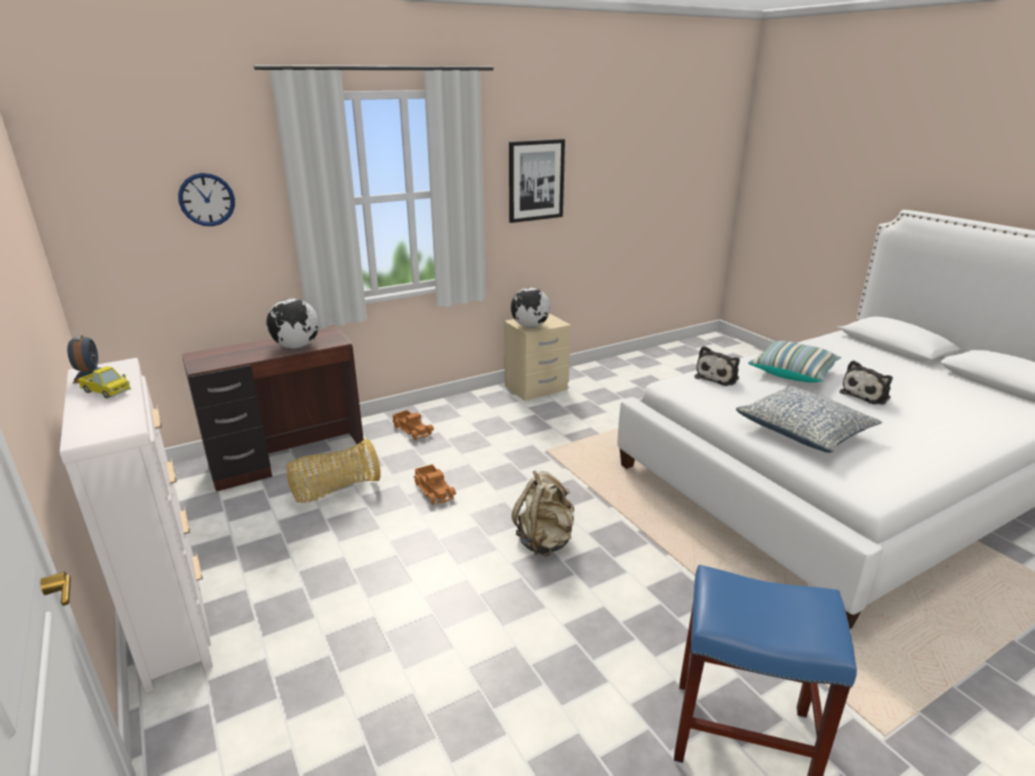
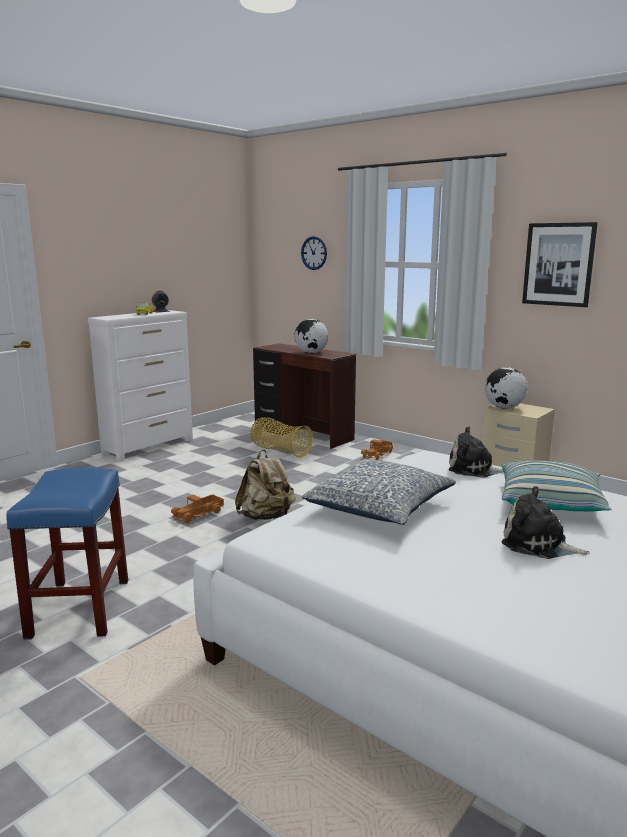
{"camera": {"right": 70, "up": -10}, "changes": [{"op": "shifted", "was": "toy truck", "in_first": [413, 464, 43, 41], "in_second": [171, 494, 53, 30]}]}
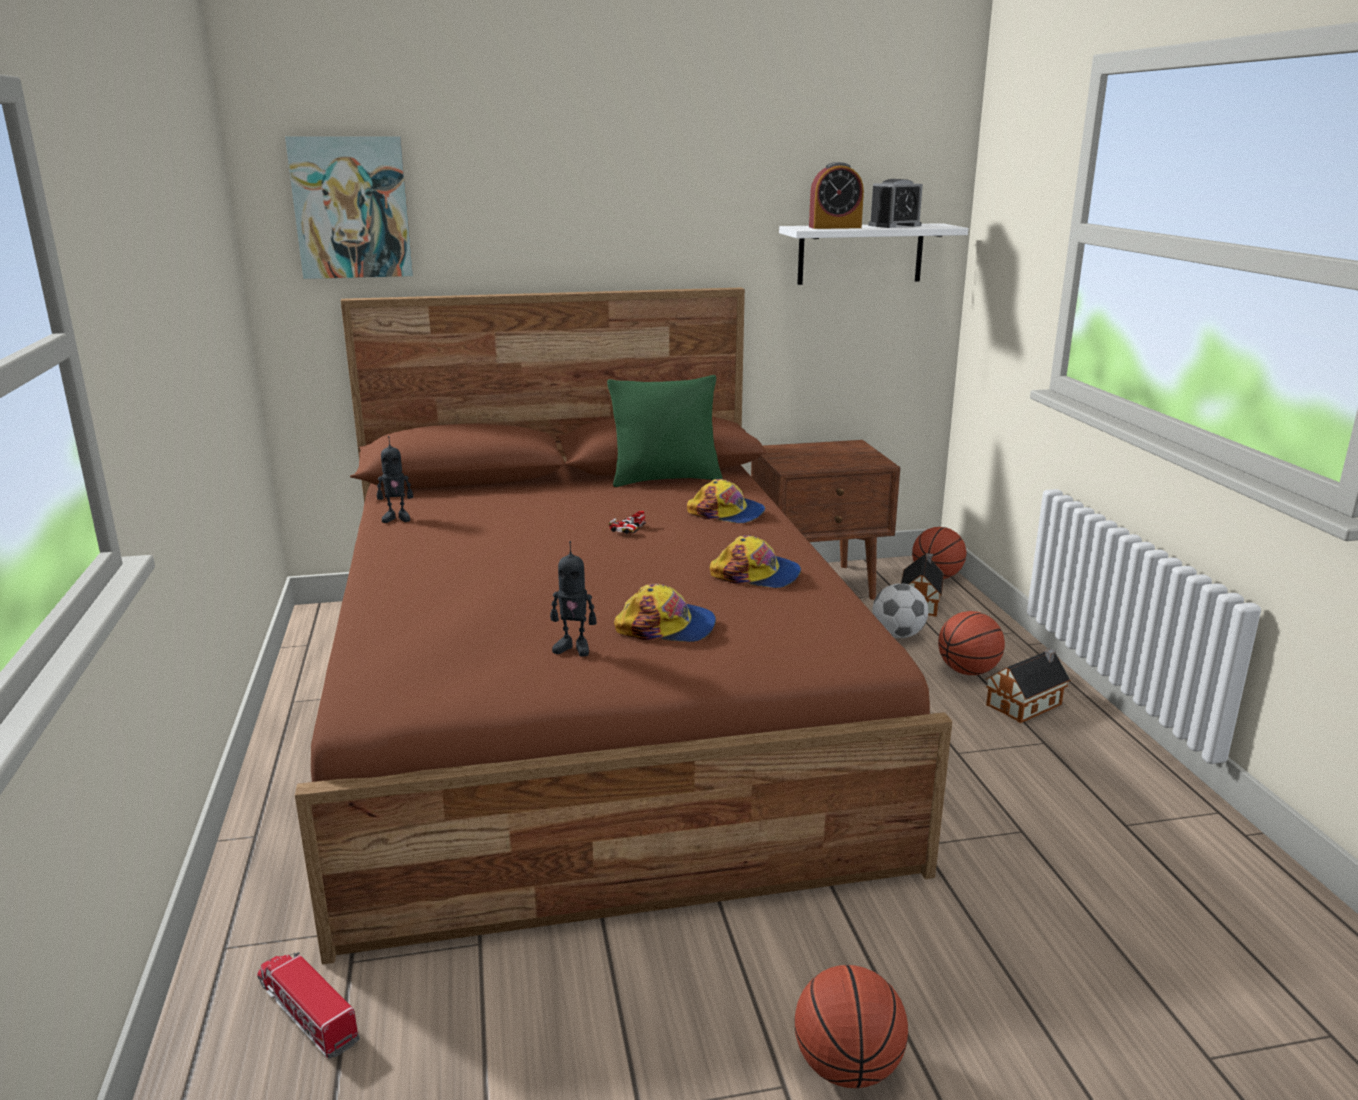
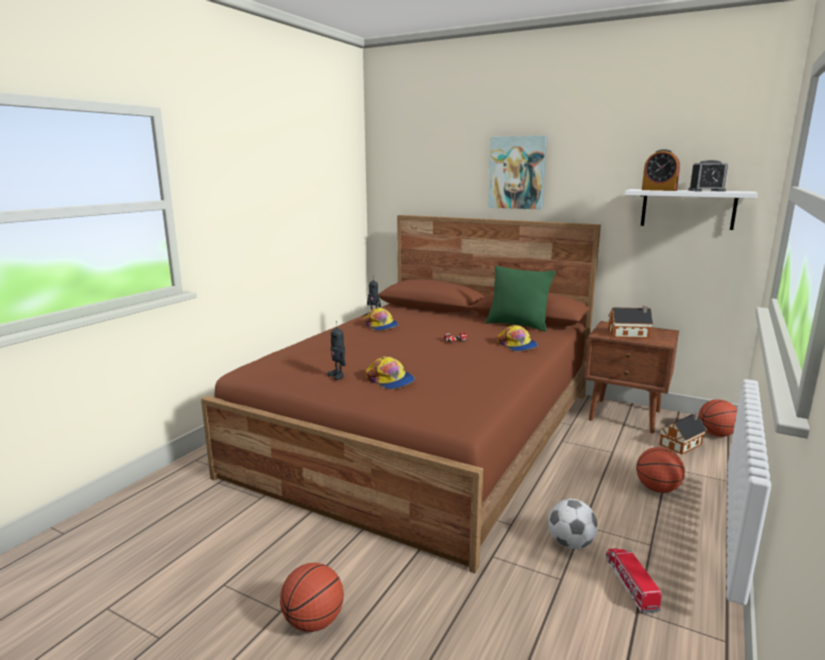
{"camera": {"right": 40, "up": -5}, "changes": [{"op": "shifted", "was": "cap", "in_first": [710, 535, 91, 53], "in_second": [364, 308, 34, 22]}, {"op": "shifted", "was": "picture", "in_first": [285, 136, 128, 143], "in_second": [488, 135, 59, 75]}, {"op": "shifted", "was": "football", "in_first": [872, 583, 56, 55], "in_second": [548, 499, 50, 50]}, {"op": "shifted", "was": "toy truck", "in_first": [257, 952, 103, 107], "in_second": [606, 548, 56, 66]}, {"op": "shifted", "was": "toy house", "in_first": [985, 648, 85, 75], "in_second": [608, 306, 45, 32]}]}
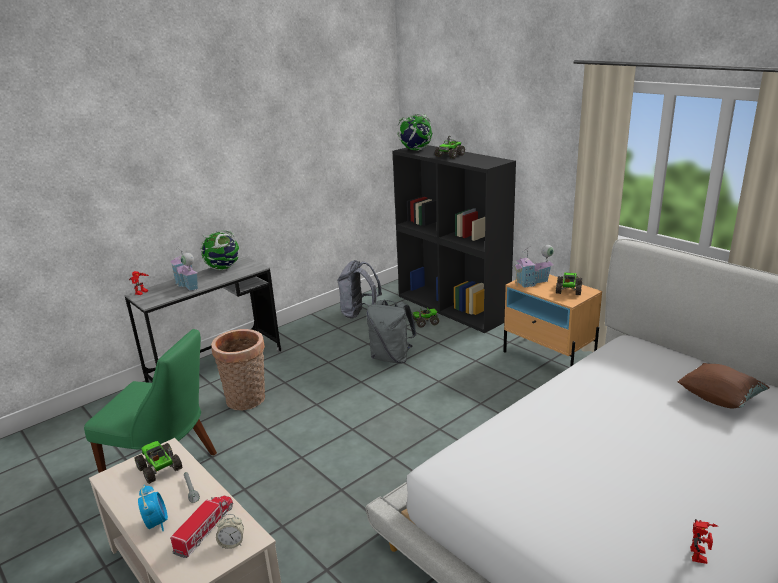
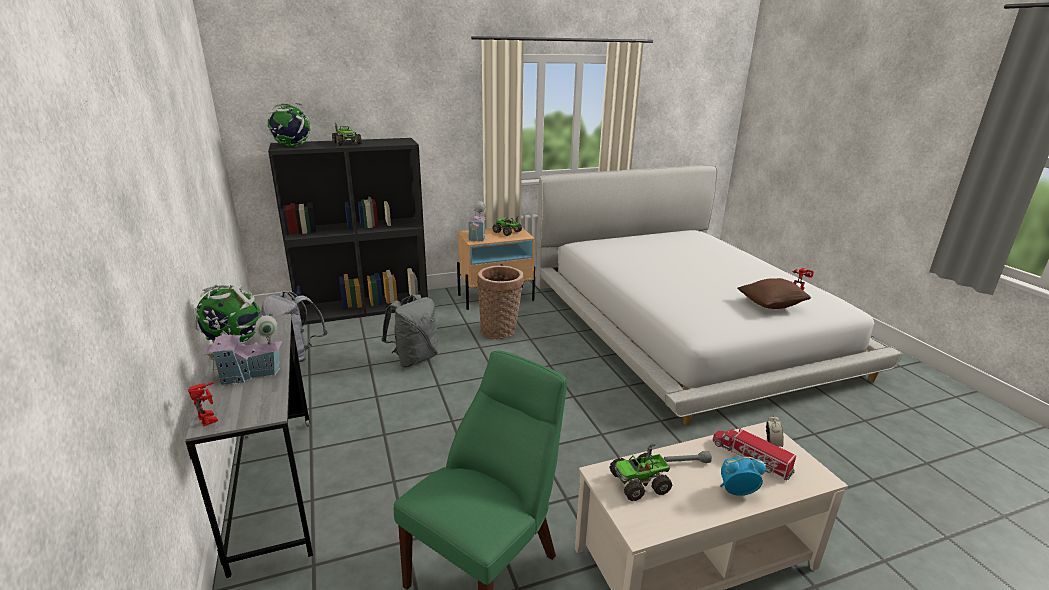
{"camera": {"right": -70, "up": 0}, "changes": [{"op": "shifted", "was": "basket", "in_first": [211, 329, 54, 82], "in_second": [477, 266, 47, 73]}, {"op": "shifted", "was": "pillow (brown)", "in_first": [677, 363, 92, 45], "in_second": [737, 278, 74, 31]}, {"op": "gone", "was": "toy truck", "in_first": [412, 307, 27, 21]}]}
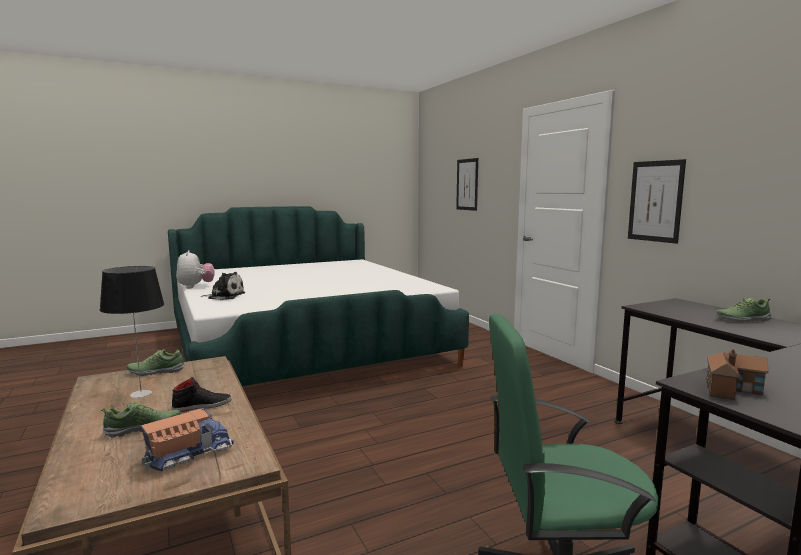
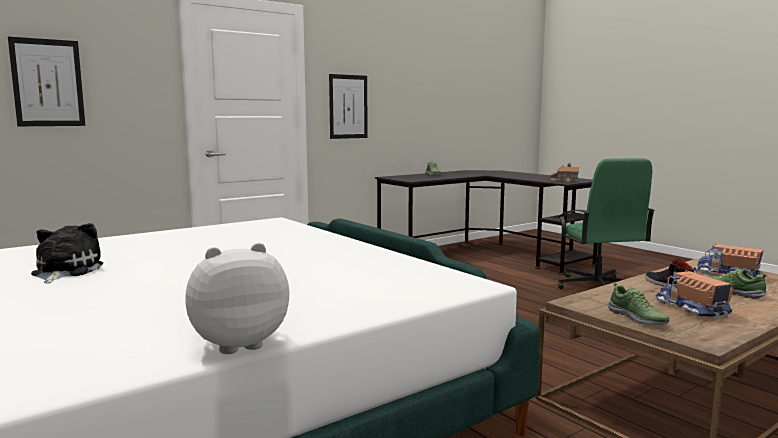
{"camera": {"right": -100, "up": 0}, "changes": [{"op": "shifted", "was": "plush toy", "in_first": [201, 272, 44, 28], "in_second": [31, 223, 72, 61]}, {"op": "swapped", "was": "table lamp", "now": "toy truck", "in_first": [100, 266, 64, 132], "in_second": [654, 270, 80, 50]}]}
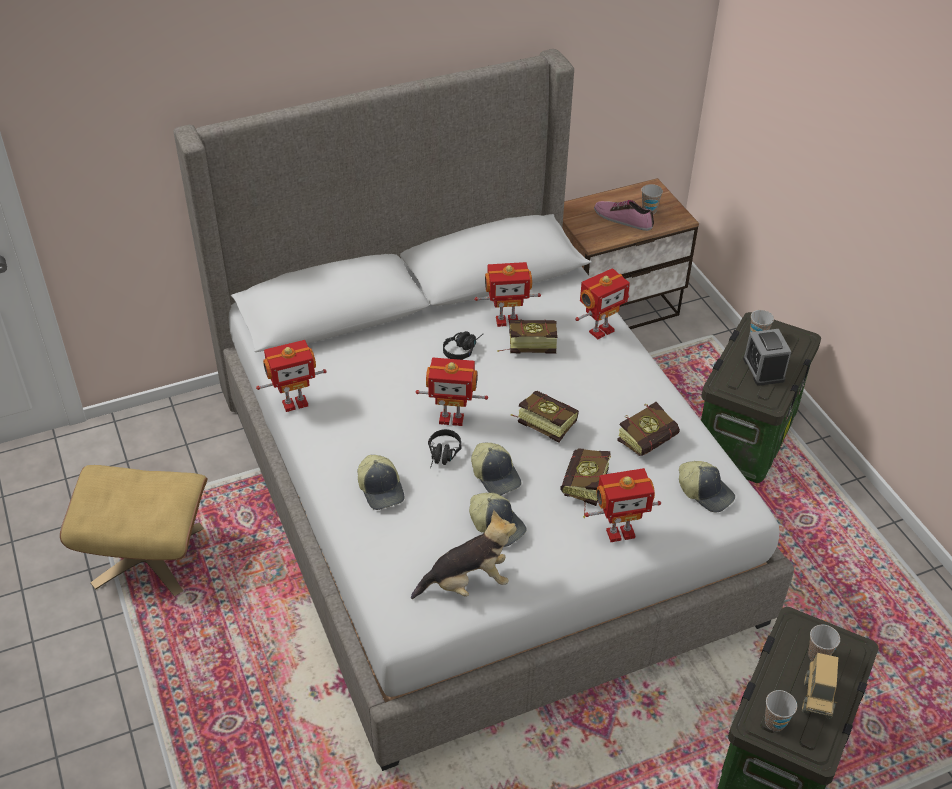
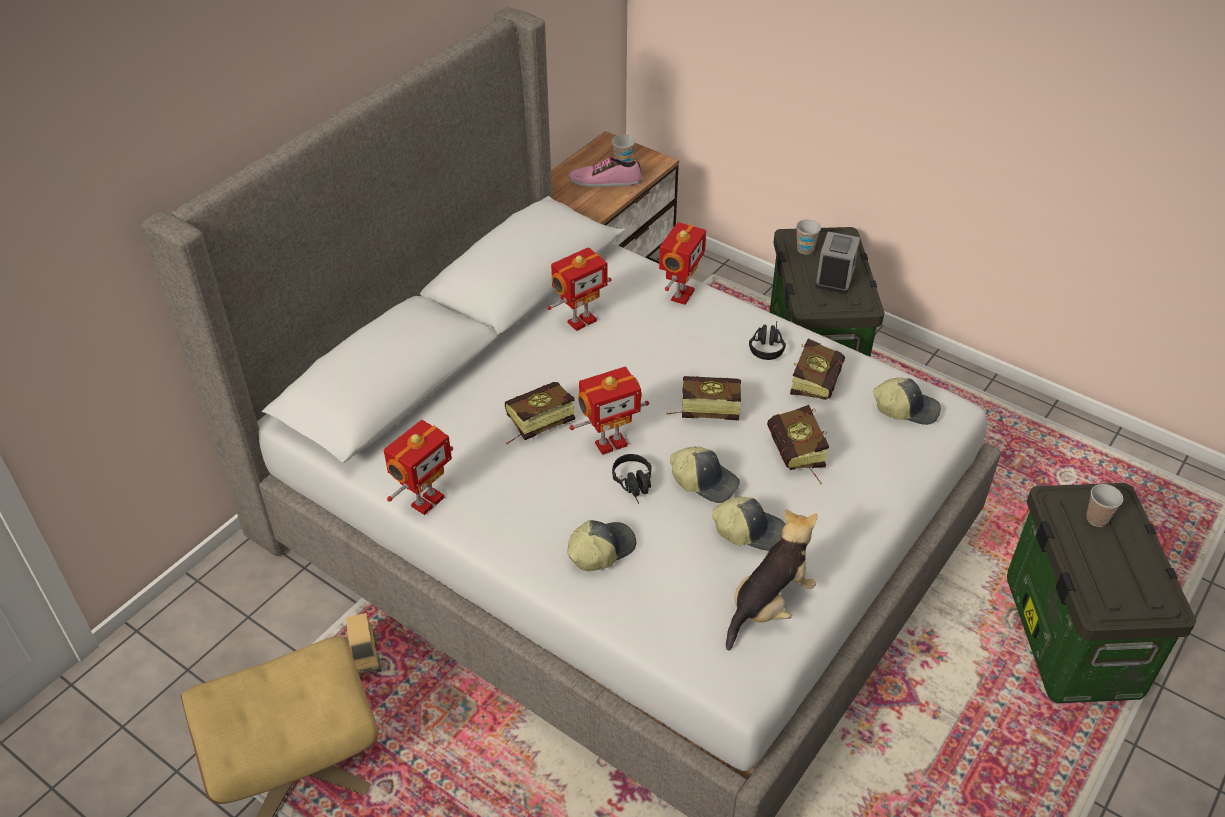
{"camera": {"right": -30, "up": 0}, "changes": [{"op": "shifted", "was": "toy truck", "in_first": [802, 653, 36, 66], "in_second": [346, 613, 36, 61]}, {"op": "shifted", "was": "book", "in_first": [497, 319, 61, 35], "in_second": [505, 382, 70, 62]}, {"op": "rotated", "was": "cap", "in_first": [357, 455, 48, 55], "in_second": [567, 520, 70, 51], "clockwise": -75}, {"op": "shifted", "was": "headphones (black)", "in_first": [443, 331, 40, 29], "in_second": [749, 321, 37, 39]}, {"op": "rotated", "was": "alarm clock", "in_first": [743, 329, 48, 57], "in_second": [816, 232, 44, 62], "clockwise": -120}, {"op": "gone", "was": "toy robot", "in_first": [584, 468, 77, 74]}, {"op": "gone", "was": "cup", "in_first": [765, 690, 32, 41]}]}
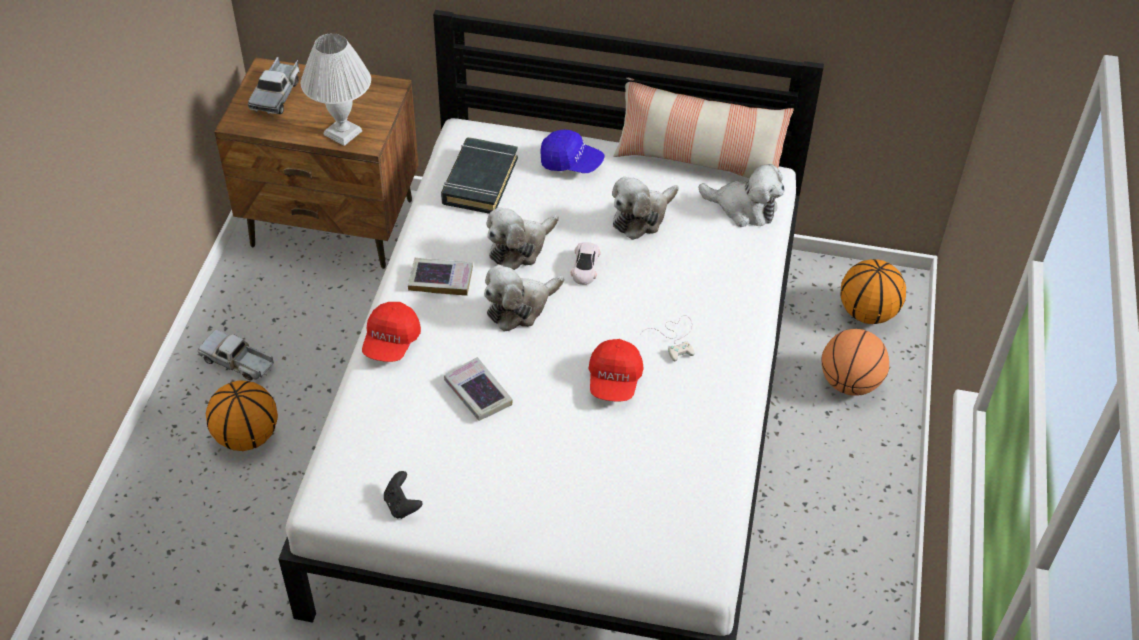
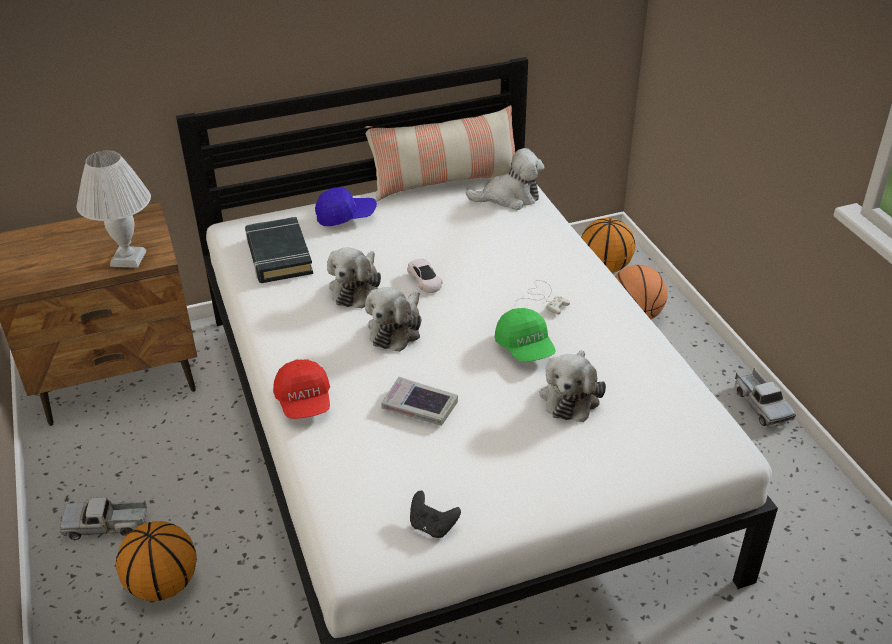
{"camera": {"right": -30, "up": -10}, "changes": [{"op": "repainted", "was": "cap (red)", "now": "cap (green)", "in_first": [588, 339, 56, 62], "in_second": [495, 308, 61, 54]}, {"op": "shifted", "was": "plush toy", "in_first": [612, 177, 67, 63], "in_second": [539, 350, 67, 72]}, {"op": "shifted", "was": "toy truck", "in_first": [248, 57, 52, 58], "in_second": [735, 368, 61, 58]}, {"op": "gone", "was": "book", "in_first": [408, 258, 65, 38]}]}
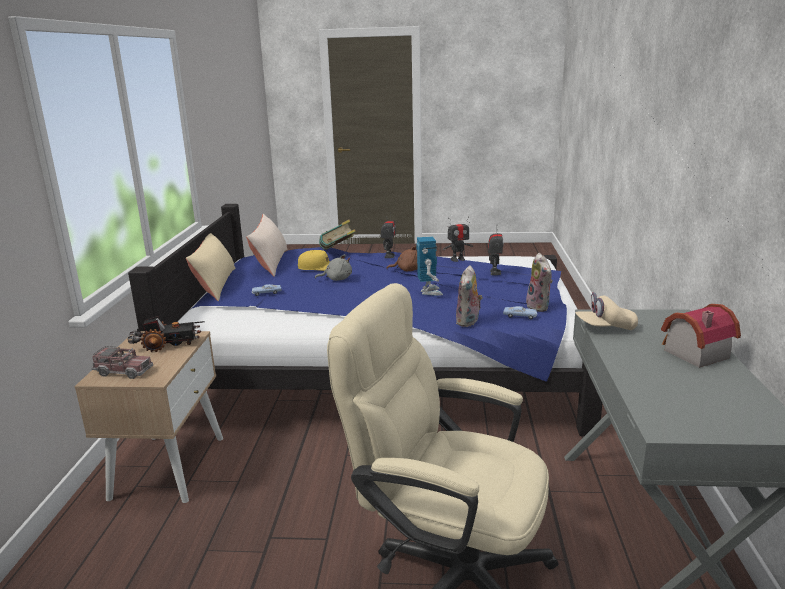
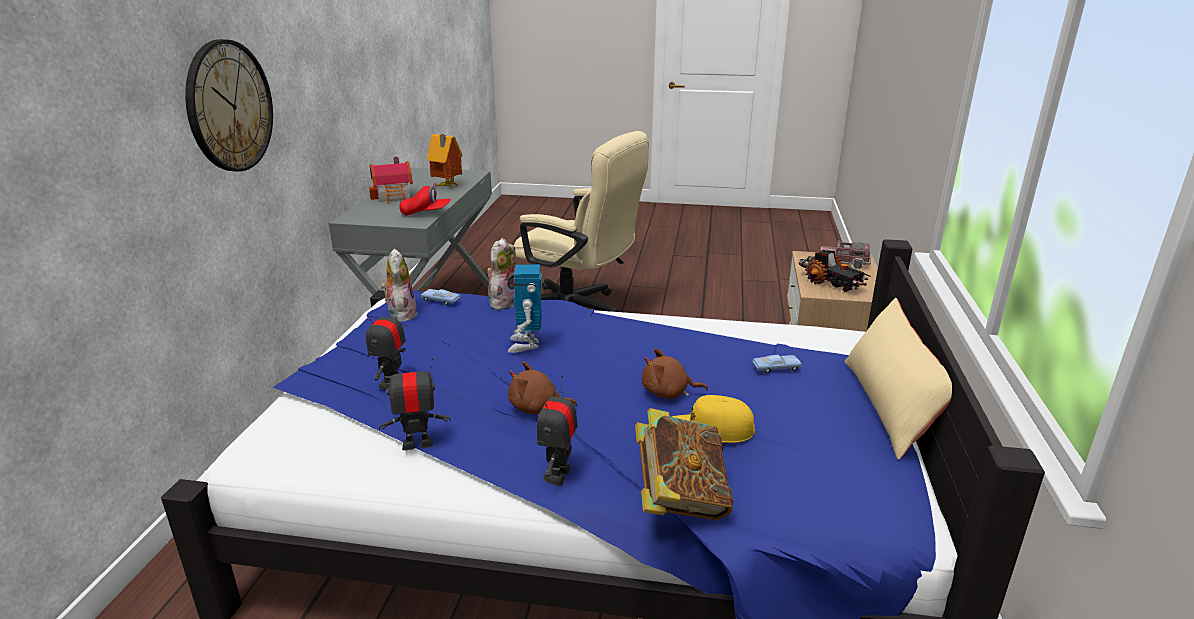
{"camera": {"right": -175, "up": 5}, "changes": [{"op": "new", "now": "wall clock", "in_second": [185, 39, 88, 133]}, {"op": "repainted", "was": "cap (beige)", "now": "cap (red)", "in_first": [576, 292, 62, 38], "in_second": [399, 183, 52, 33]}, {"op": "new", "now": "toy house", "in_second": [427, 134, 36, 55]}, {"op": "repainted", "was": "plush toy (grey)", "now": "plush toy (brown)", "in_first": [315, 254, 37, 27], "in_second": [642, 348, 66, 51]}, {"op": "rotated", "was": "toy truck", "in_first": [128, 316, 77, 36], "in_second": [799, 250, 71, 42], "clockwise": -120}, {"op": "gone", "was": "pillow (beige)", "in_first": [246, 214, 41, 63]}]}
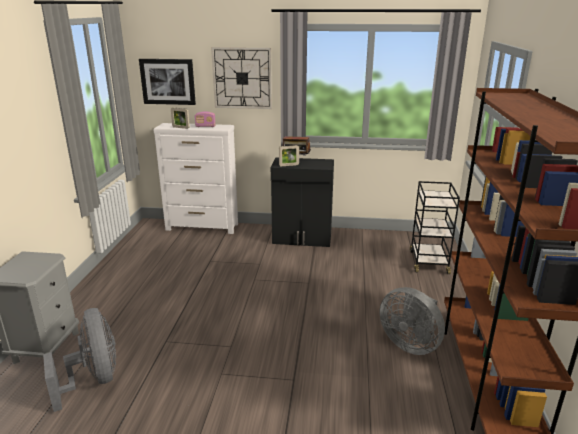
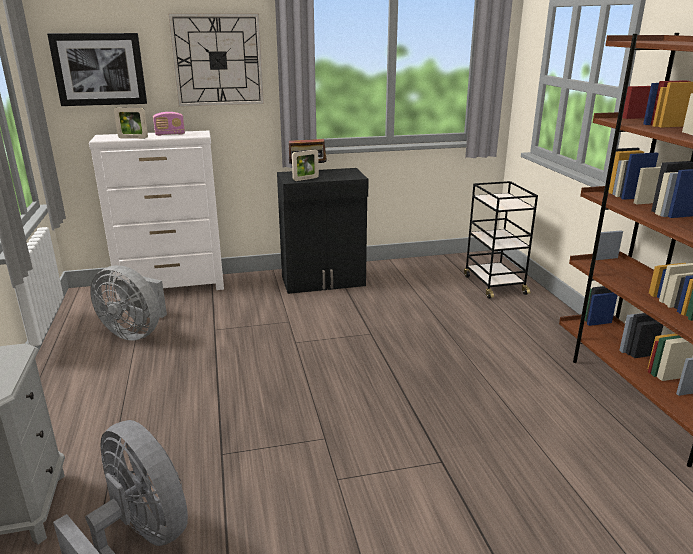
{"camera": {"right": -20, "up": 0}, "changes": [{"op": "shifted", "was": "fan (grey)", "in_first": [379, 287, 66, 68], "in_second": [90, 265, 77, 76]}]}
